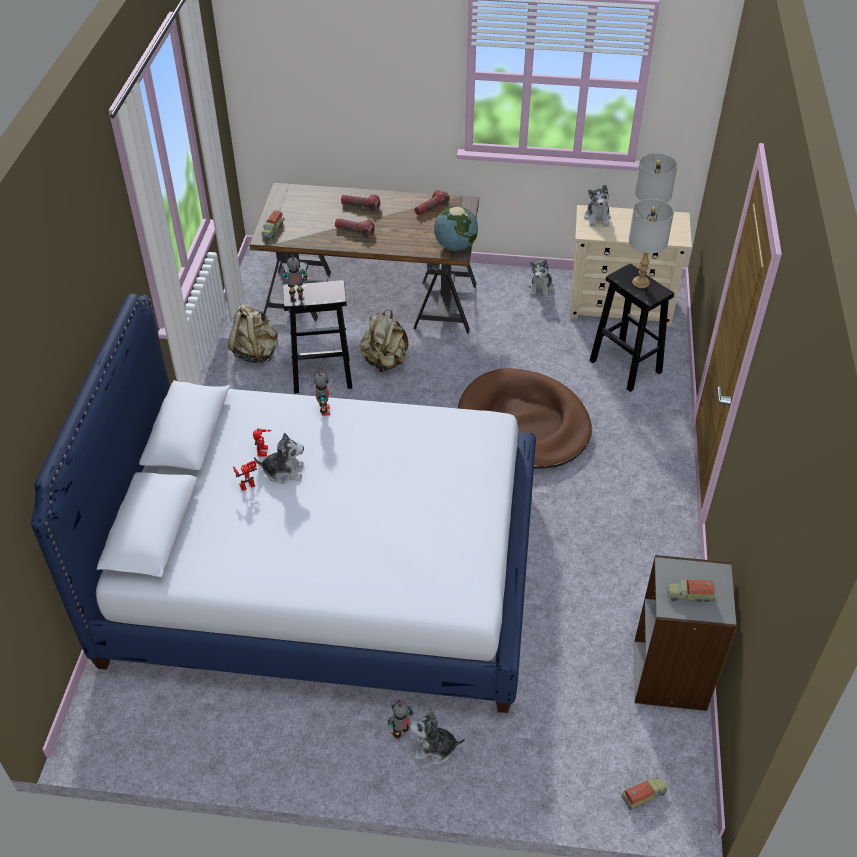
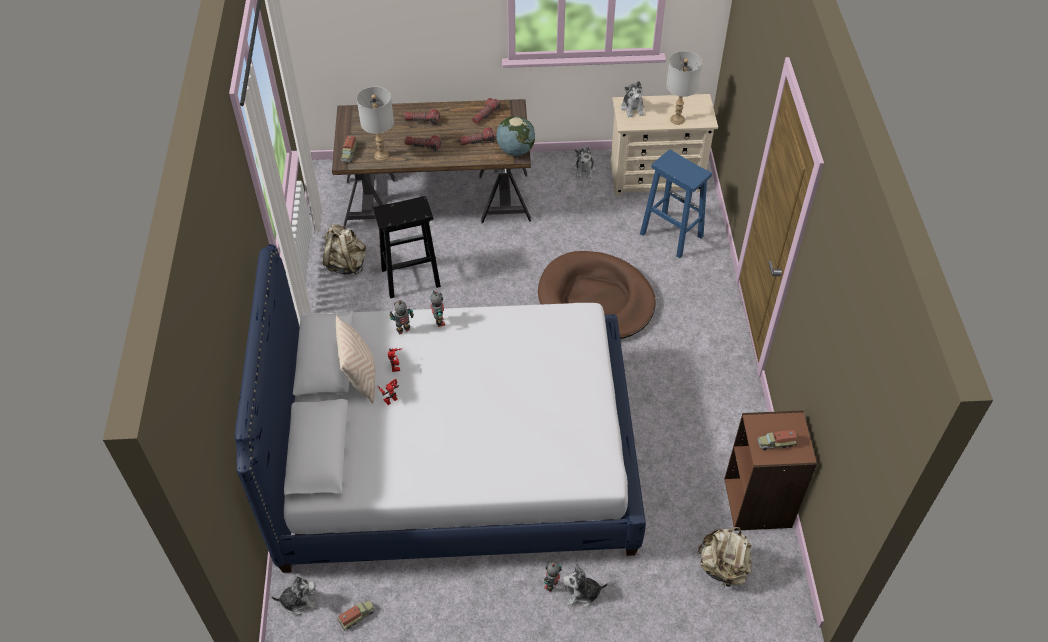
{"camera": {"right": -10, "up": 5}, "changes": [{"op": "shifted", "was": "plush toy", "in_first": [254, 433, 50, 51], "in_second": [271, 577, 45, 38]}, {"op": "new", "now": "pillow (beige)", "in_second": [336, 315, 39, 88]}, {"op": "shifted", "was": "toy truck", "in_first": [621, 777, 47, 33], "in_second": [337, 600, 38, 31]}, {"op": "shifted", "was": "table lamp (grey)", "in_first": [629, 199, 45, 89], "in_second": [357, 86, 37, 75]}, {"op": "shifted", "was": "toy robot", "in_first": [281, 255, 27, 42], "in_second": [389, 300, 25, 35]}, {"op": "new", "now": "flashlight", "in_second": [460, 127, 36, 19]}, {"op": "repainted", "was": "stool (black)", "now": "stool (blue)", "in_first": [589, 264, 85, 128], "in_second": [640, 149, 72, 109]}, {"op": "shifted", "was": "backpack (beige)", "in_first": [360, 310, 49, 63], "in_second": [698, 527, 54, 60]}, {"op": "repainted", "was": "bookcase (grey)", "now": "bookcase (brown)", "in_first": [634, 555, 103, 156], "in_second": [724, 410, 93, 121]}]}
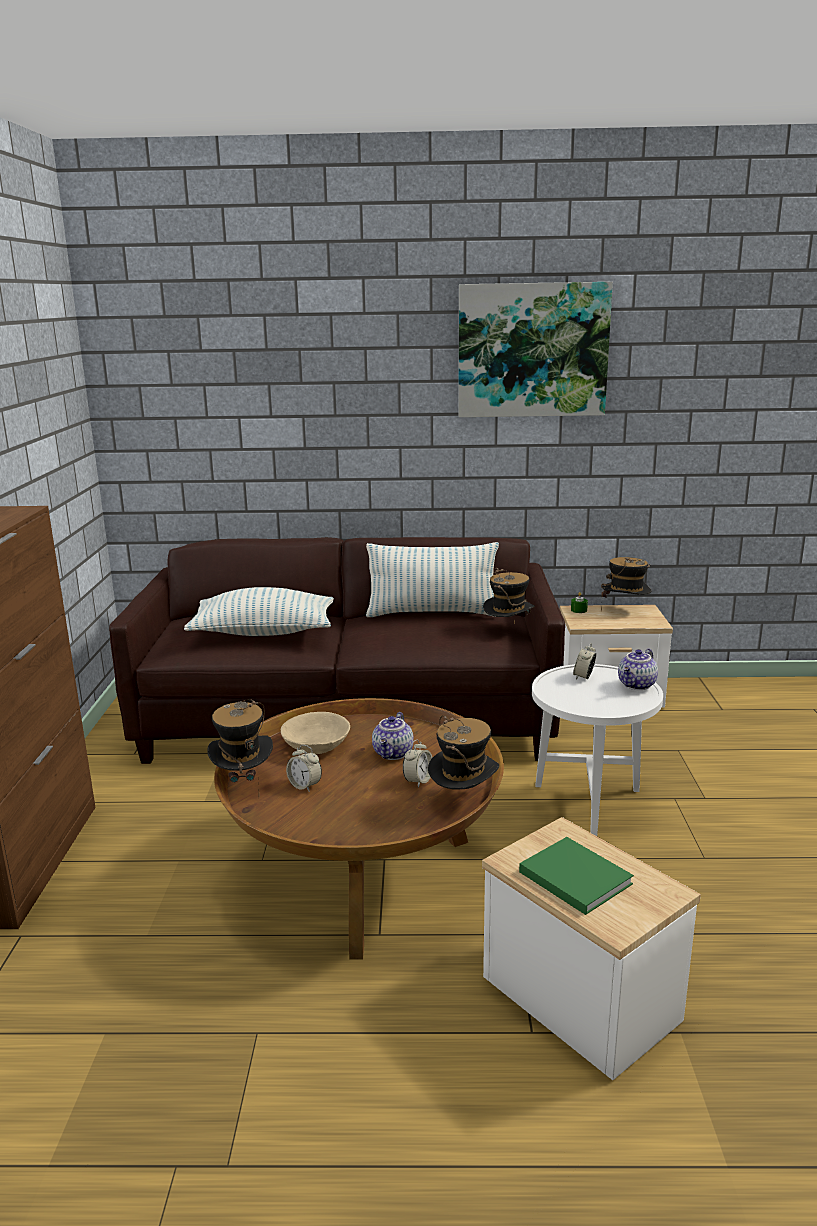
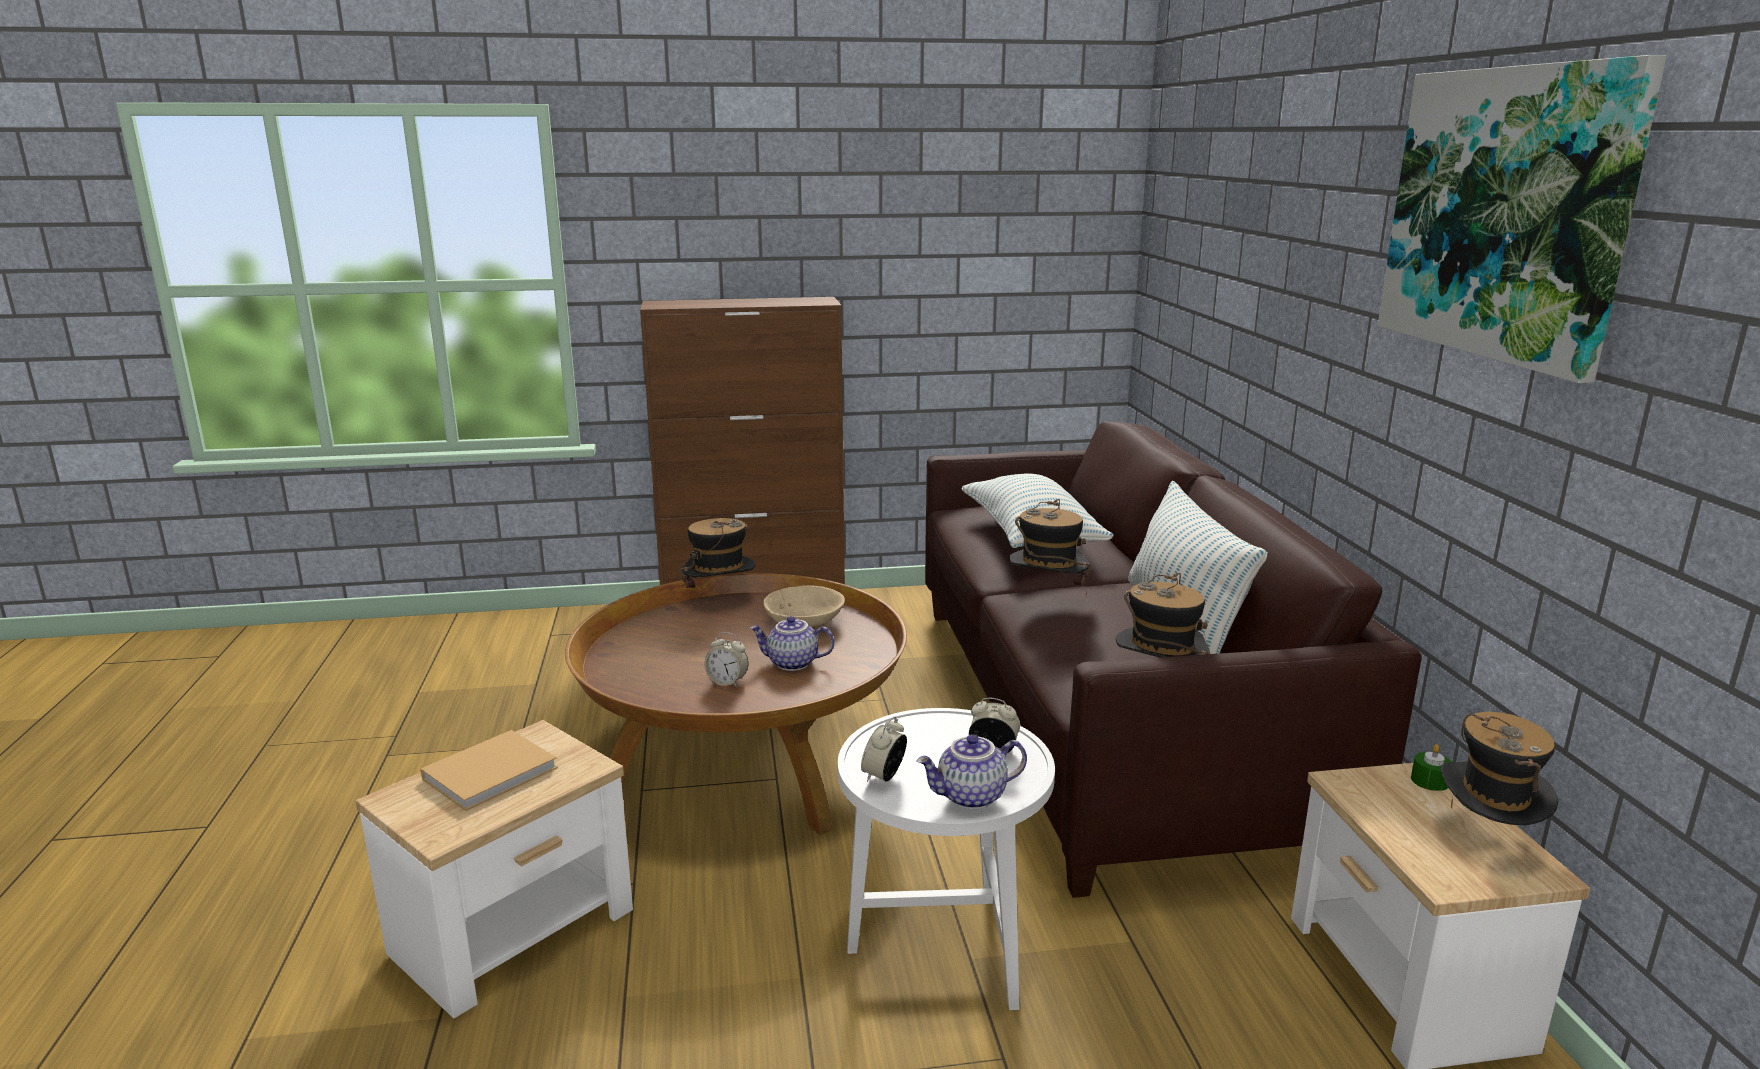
{"camera": {"right": 80, "up": 0}, "changes": [{"op": "repainted", "was": "book (green)", "now": "book (beige)", "in_first": [519, 837, 115, 78], "in_second": [421, 730, 137, 81]}, {"op": "shifted", "was": "alarm clock", "in_first": [286, 745, 36, 47], "in_second": [861, 716, 46, 66]}, {"op": "rotated", "was": "teapot", "in_first": [618, 648, 40, 42], "in_second": [916, 735, 111, 74], "clockwise": -45}, {"op": "shifted", "was": "hat", "in_first": [428, 715, 71, 75], "in_second": [1009, 499, 83, 98]}]}
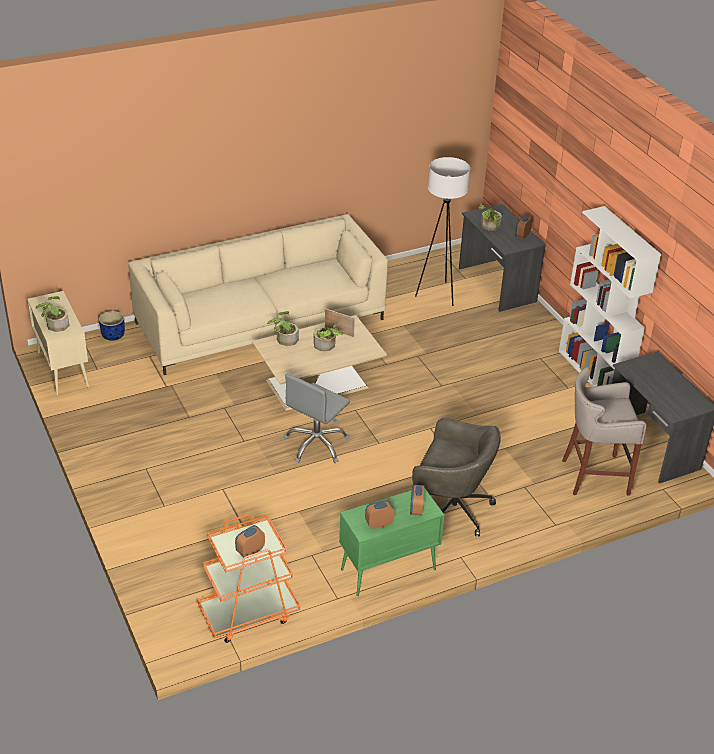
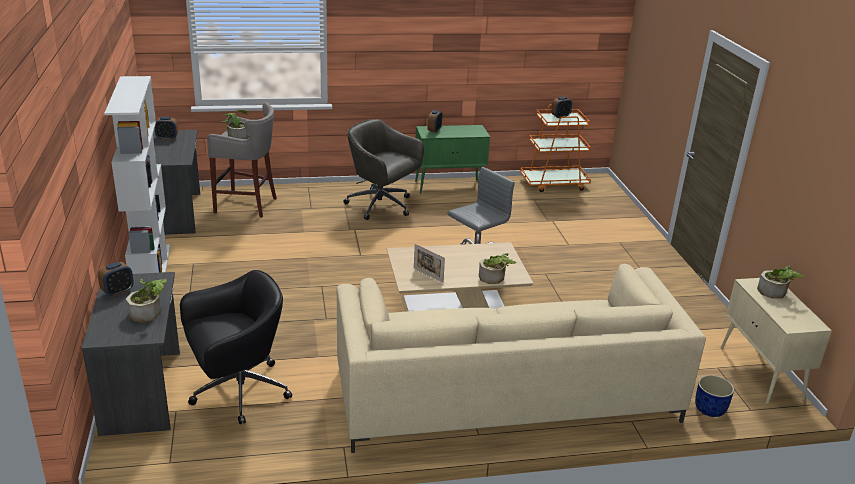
{"camera": {"right": -165, "up": -10}, "changes": [{"op": "shifted", "was": "alarm clock", "in_first": [365, 500, 30, 29], "in_second": [155, 117, 23, 23]}, {"op": "swapped", "was": "floor lamp (white)", "now": "office chair (black)", "in_first": [415, 157, 55, 149], "in_second": [180, 270, 112, 154]}, {"op": "shifted", "was": "potted plant", "in_first": [314, 324, 30, 27], "in_second": [221, 110, 29, 29]}]}
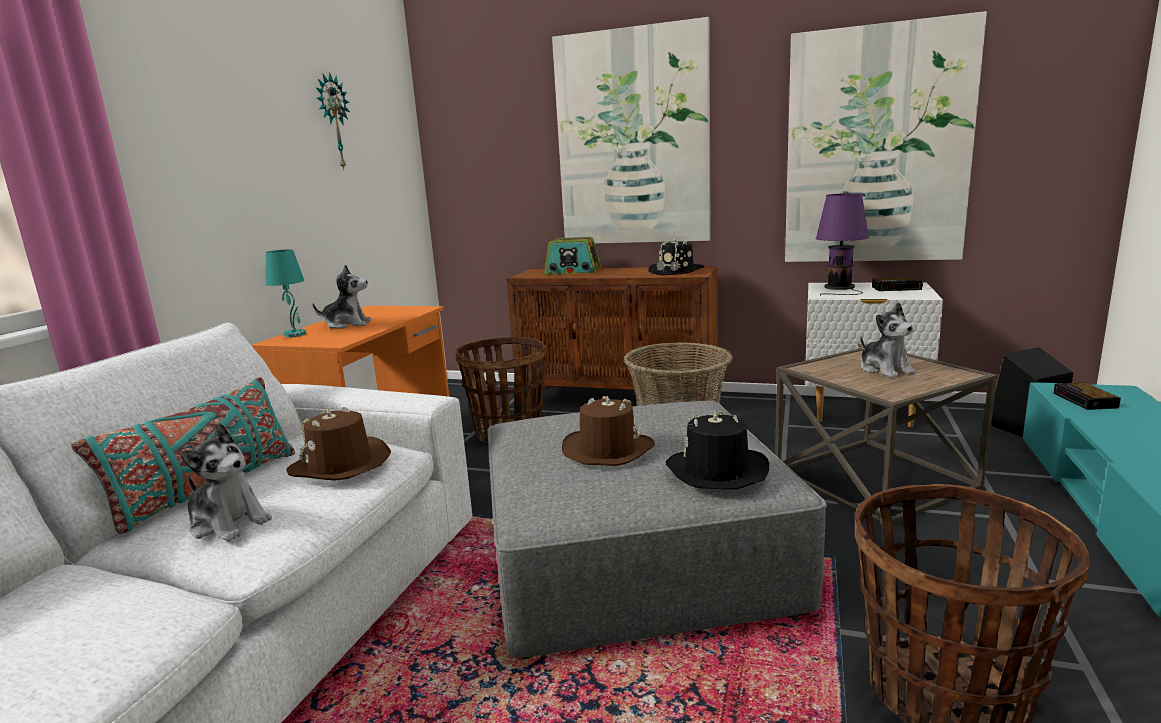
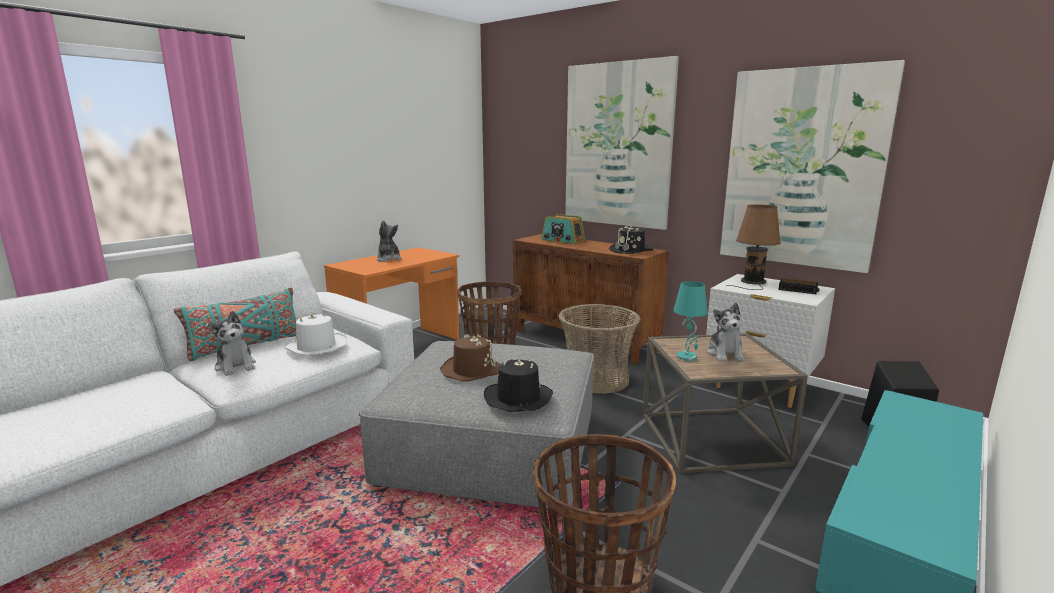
{"camera": {"right": 20, "up": 0}, "changes": [{"op": "repainted", "was": "hat (brown)", "now": "hat (white)", "in_first": [286, 407, 105, 74], "in_second": [284, 313, 63, 43]}, {"op": "rotated", "was": "plush toy", "in_first": [312, 264, 59, 65], "in_second": [377, 220, 24, 42], "clockwise": -135}, {"op": "shifted", "was": "table lamp (turquoise)", "in_first": [266, 249, 40, 89], "in_second": [674, 281, 34, 80]}, {"op": "repainted", "was": "table lamp (purple)", "now": "table lamp (brown)", "in_first": [815, 193, 54, 102], "in_second": [726, 205, 55, 85]}, {"op": "gone", "was": "wall clock", "in_first": [316, 72, 34, 97]}, {"op": "gone", "was": "alarm clock", "in_first": [1053, 382, 68, 28]}]}
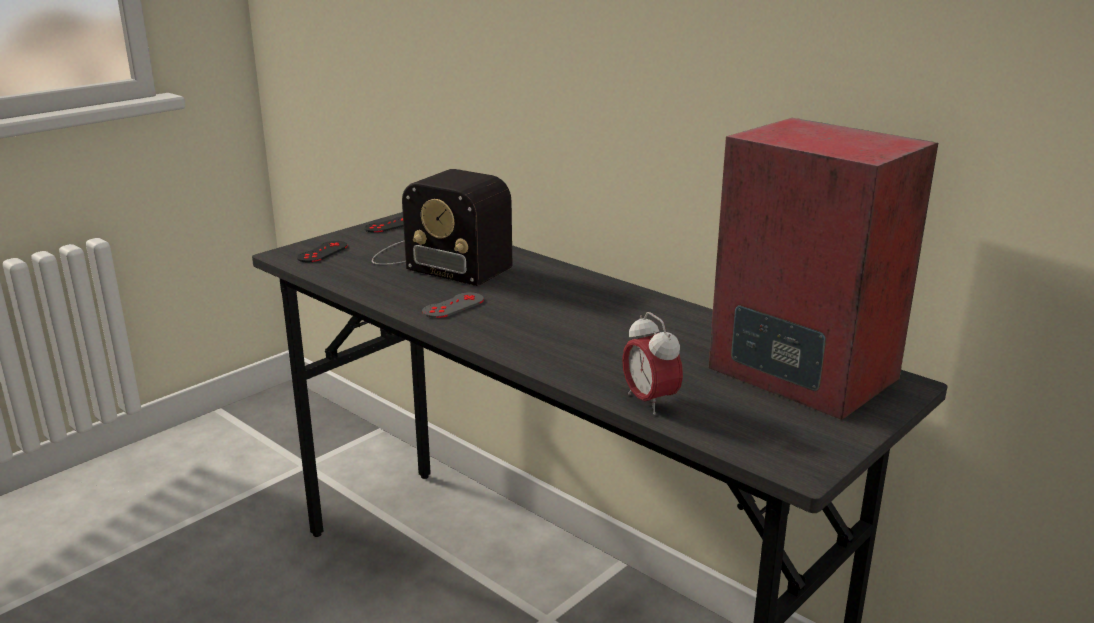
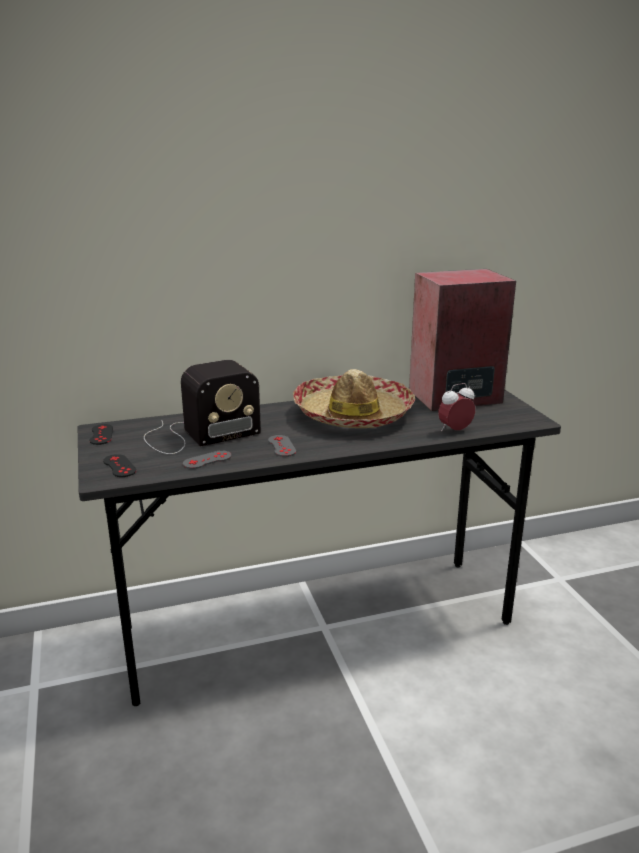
{"camera": {"right": -60, "up": 0}, "changes": [{"op": "new", "now": "game controller (grey)", "in_second": [183, 450, 49, 19]}, {"op": "new", "now": "hat", "in_second": [293, 369, 122, 59]}, {"op": "rotated", "was": "alarm clock", "in_first": [622, 312, 61, 103], "in_second": [438, 383, 37, 48], "clockwise": 150}]}
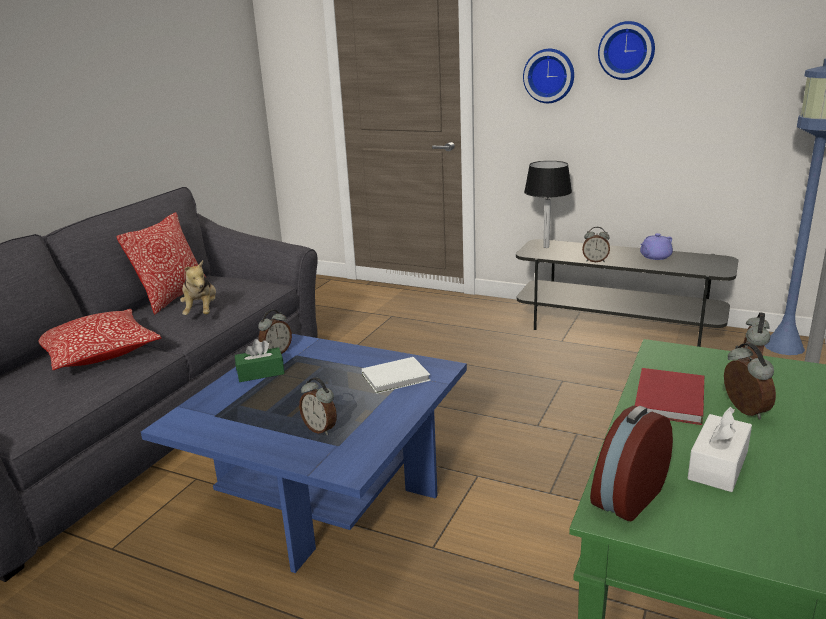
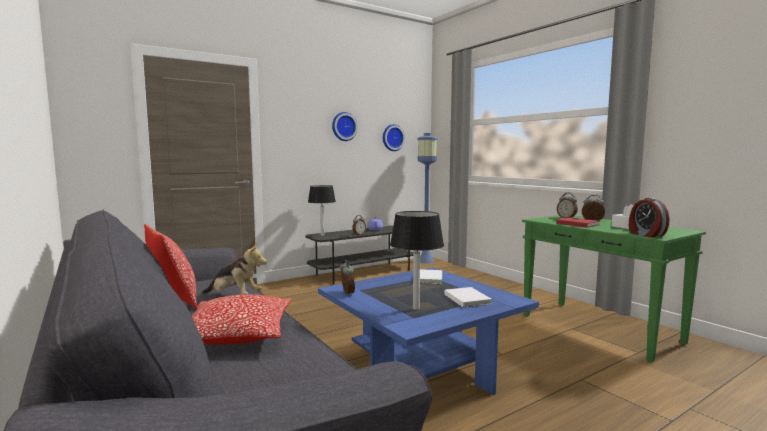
{"camera": {"right": -60, "up": -15}, "changes": [{"op": "shifted", "was": "wall clock", "in_first": [523, 49, 51, 54], "in_second": [383, 124, 22, 27]}, {"op": "new", "now": "table lamp (black)", "in_second": [390, 211, 54, 99]}, {"op": "swapped", "was": "alarm clock", "now": "book (white)", "in_first": [299, 377, 38, 58], "in_second": [444, 287, 48, 21]}, {"op": "gone", "was": "tissue box (green)", "in_first": [235, 339, 50, 43]}]}
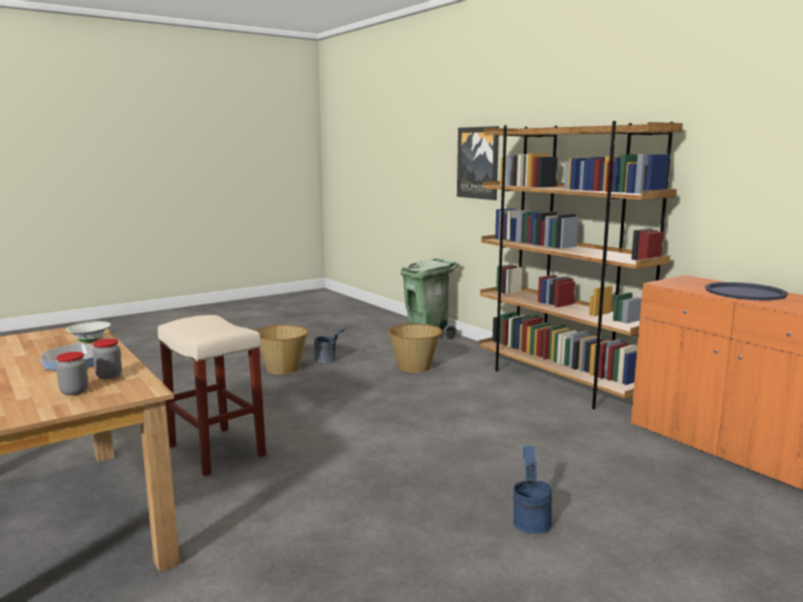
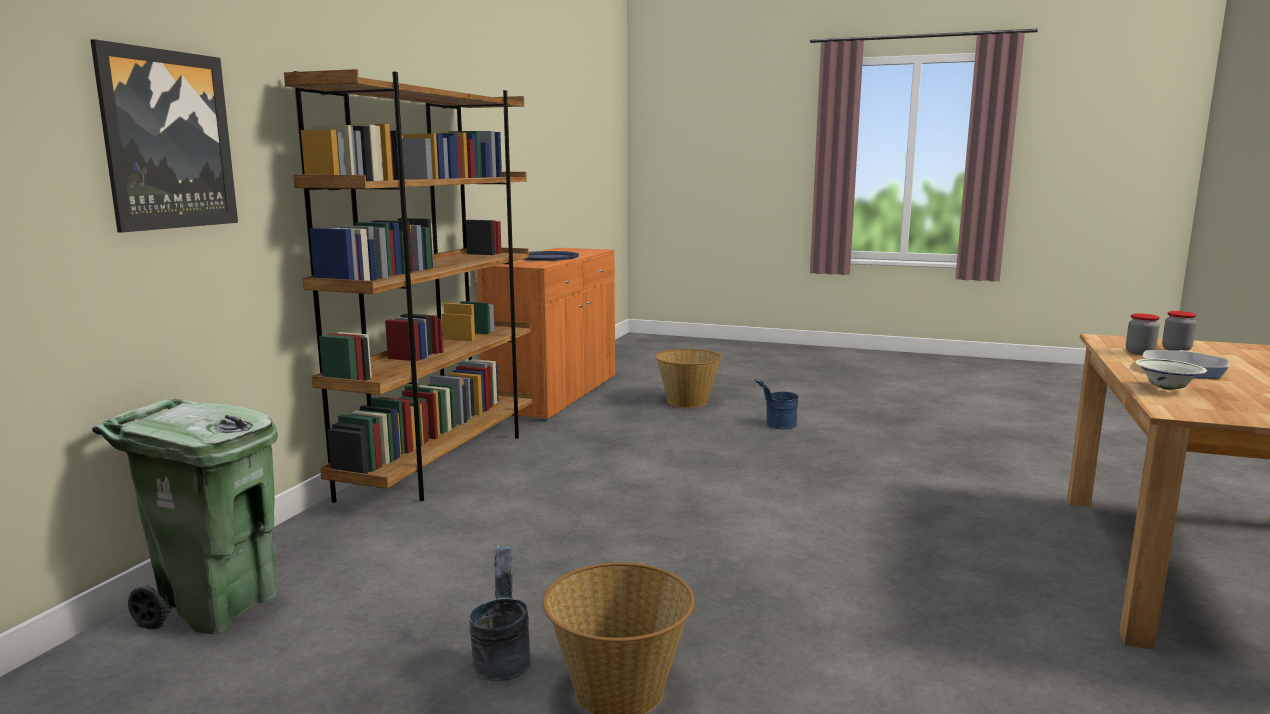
{"camera": {"right": -125, "up": 0}, "changes": [{"op": "shifted", "was": "basket", "in_first": [388, 324, 55, 49], "in_second": [654, 349, 68, 59]}, {"op": "gone", "was": "stool (beige)", "in_first": [158, 315, 108, 161]}]}
